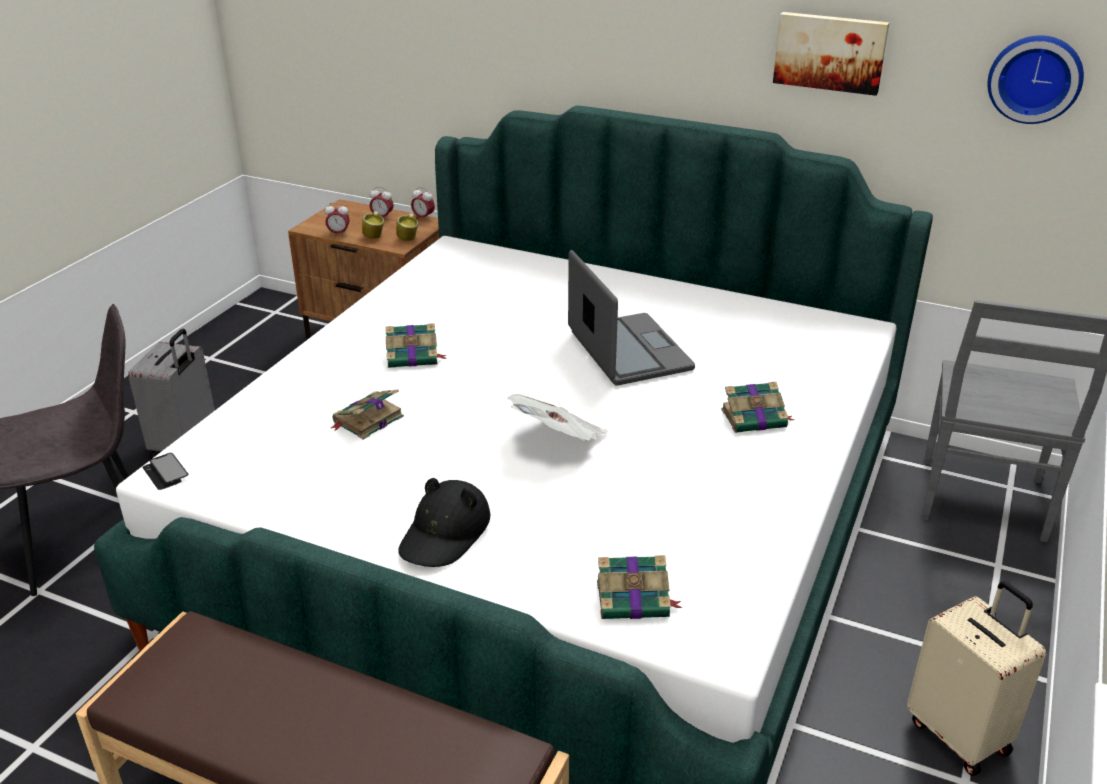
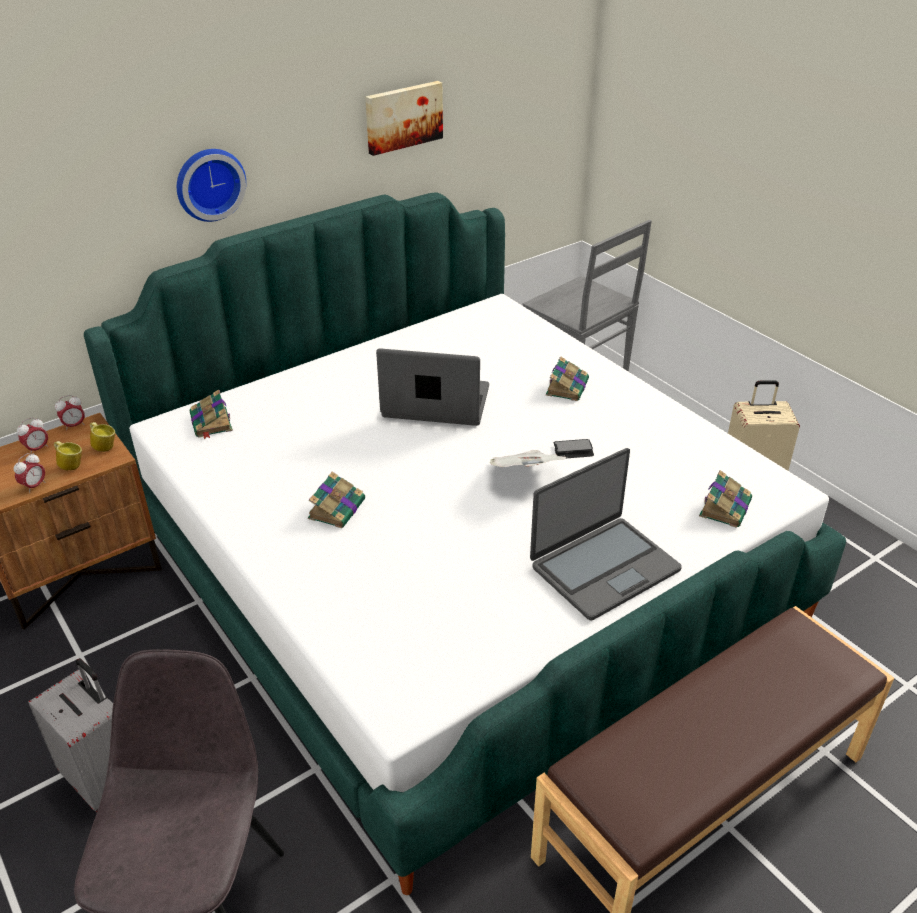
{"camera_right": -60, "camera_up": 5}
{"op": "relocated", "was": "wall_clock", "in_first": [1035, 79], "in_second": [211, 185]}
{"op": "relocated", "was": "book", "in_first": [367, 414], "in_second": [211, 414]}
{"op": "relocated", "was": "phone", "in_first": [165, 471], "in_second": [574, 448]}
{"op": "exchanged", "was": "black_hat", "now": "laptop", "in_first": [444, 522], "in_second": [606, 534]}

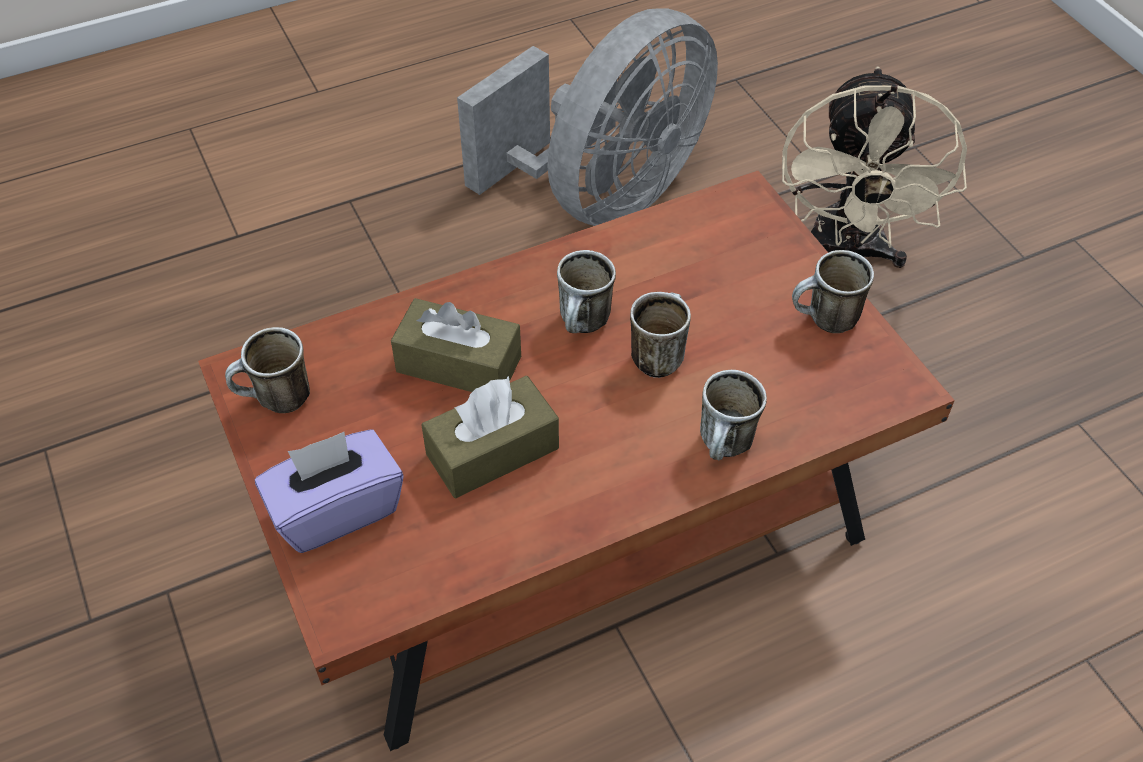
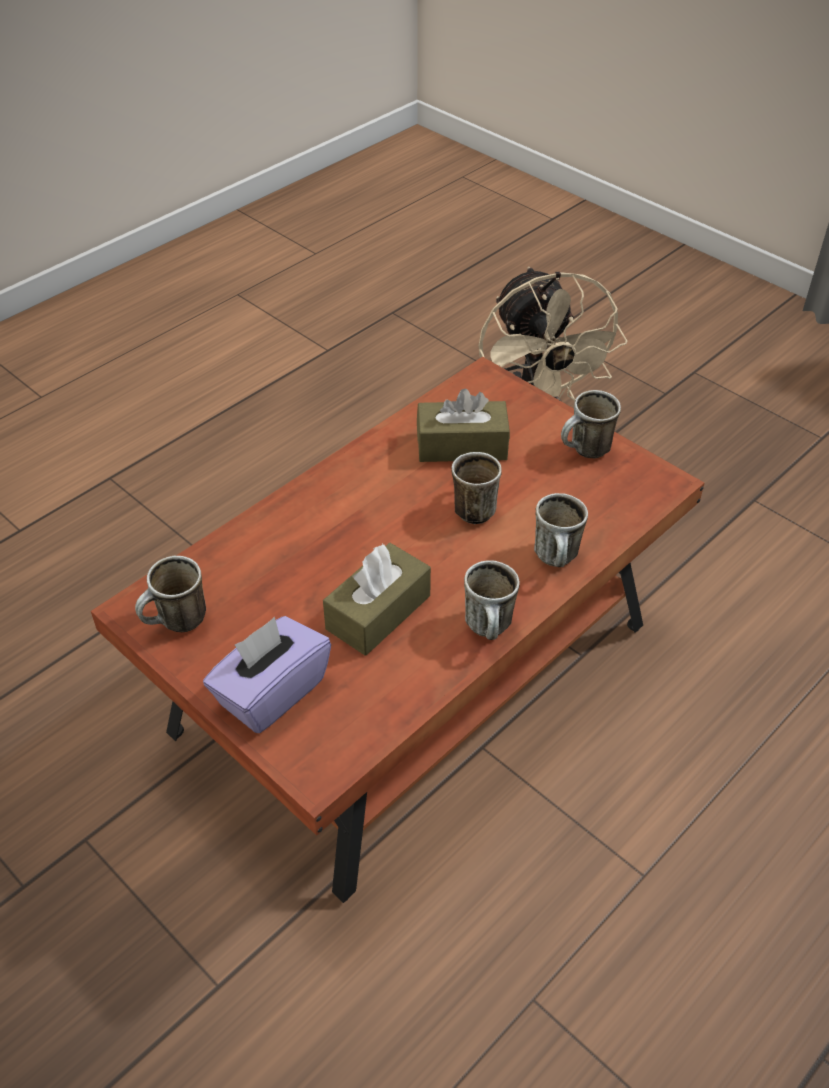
{"camera_right": -20, "camera_up": -5}
{"op": "missing", "was": "grey_fan", "in_first": [587, 117]}
{"op": "relocated", "was": "mug", "in_first": [586, 291], "in_second": [492, 600]}
{"op": "relocated", "was": "brown_tissue_box", "in_first": [456, 345], "in_second": [463, 425]}

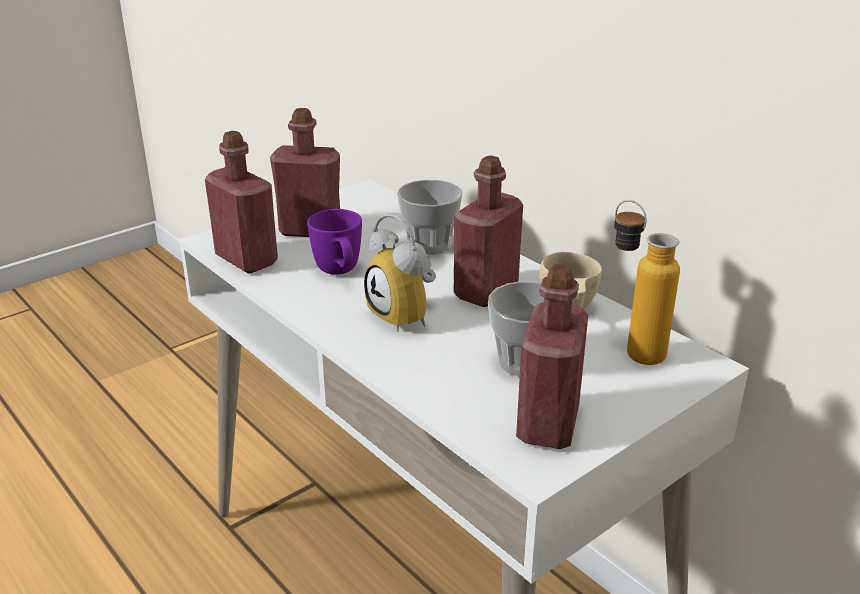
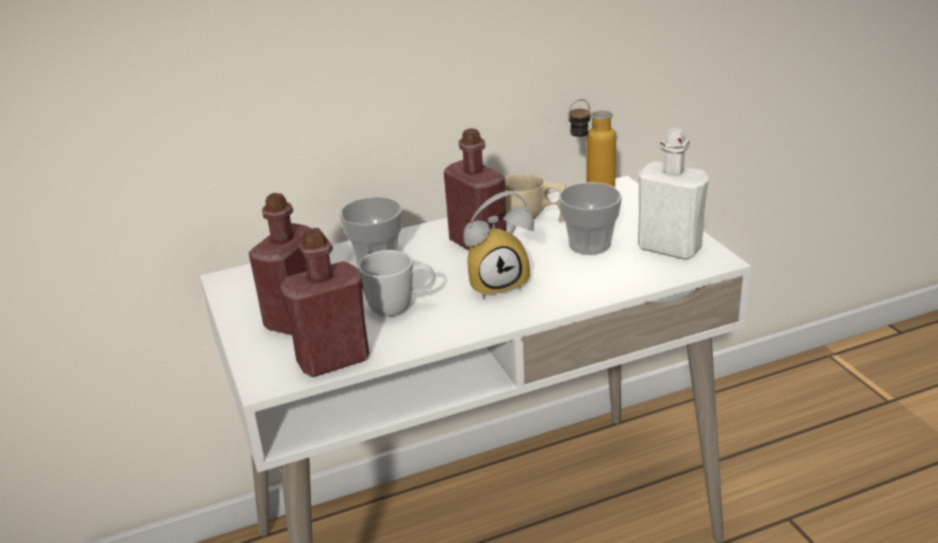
{"camera_right": -70, "camera_up": 0}
{"op": "colour", "was": "purple_mug", "now": "white_mug", "in_first": [334, 242], "in_second": [396, 283]}
{"op": "colour", "was": "red_bottle", "now": "white_bottle", "in_first": [552, 356], "in_second": [673, 194]}

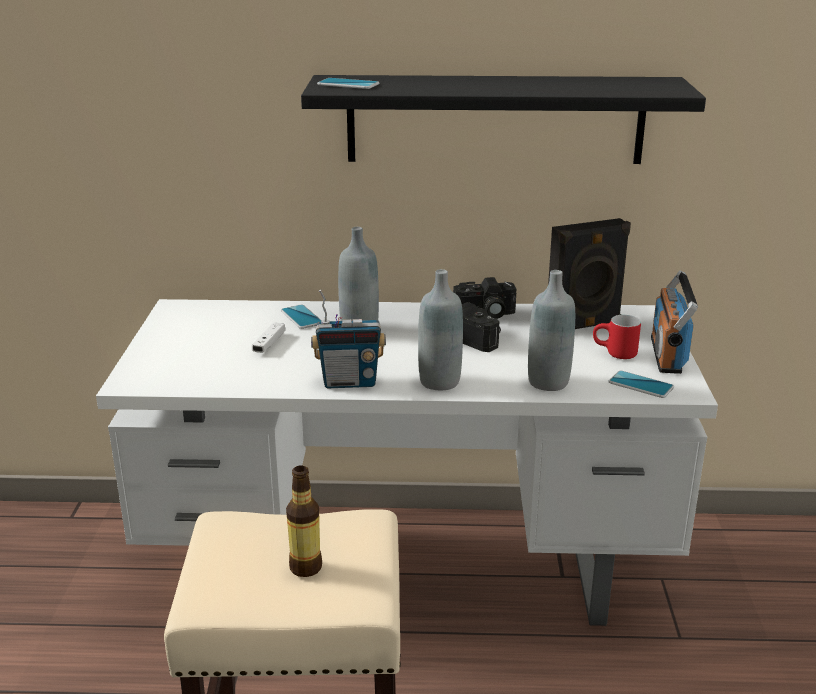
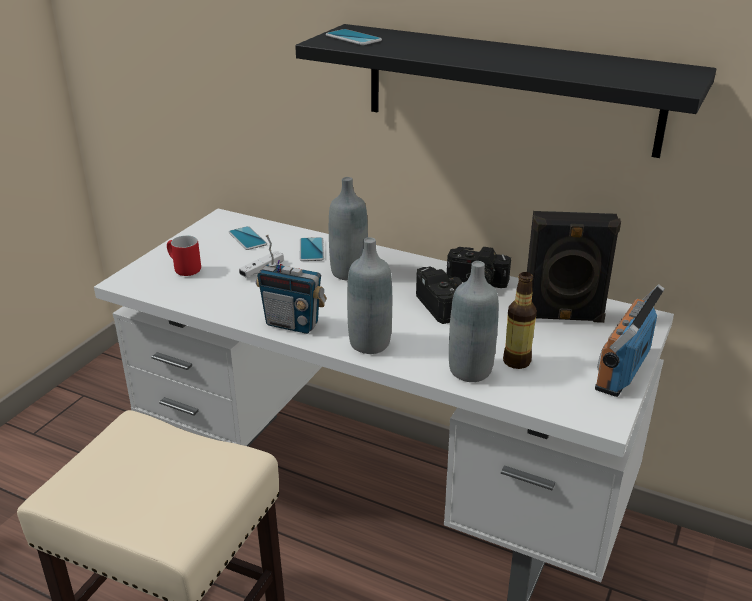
{"camera_right": 25, "camera_up": 5}
{"op": "relocated", "was": "red_mug", "in_first": [617, 337], "in_second": [184, 255]}
{"op": "relocated", "was": "phone", "in_first": [641, 384], "in_second": [248, 238]}
{"op": "relocated", "was": "bottle", "in_first": [304, 521], "in_second": [520, 320]}

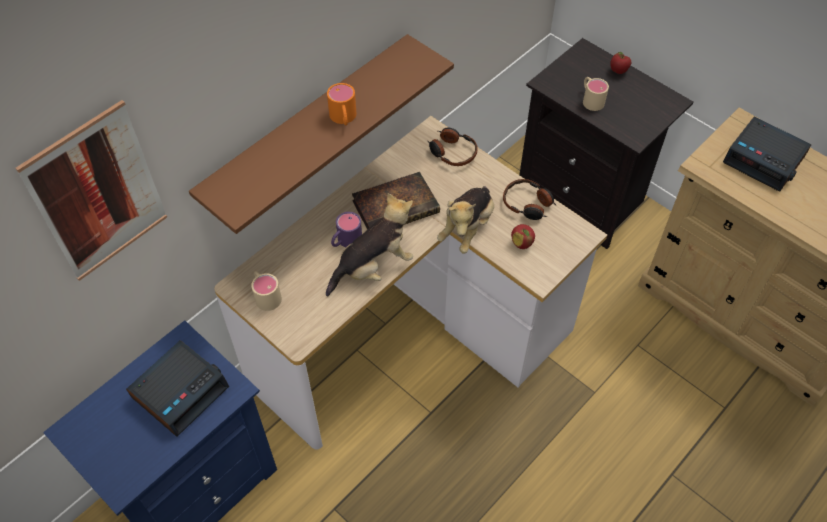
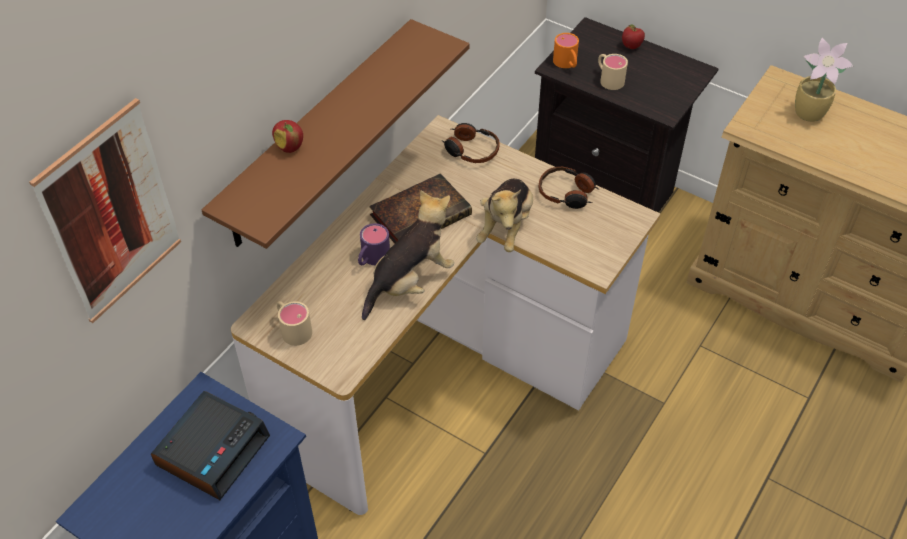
{"camera_right": -10, "camera_up": -5}
{"op": "relocated", "was": "orange_mug", "in_first": [342, 104], "in_second": [566, 50]}
{"op": "exchanged", "was": "alarm_clock", "now": "potted_plant", "in_first": [767, 154], "in_second": [824, 80]}
{"op": "relocated", "was": "apple", "in_first": [523, 236], "in_second": [287, 136]}

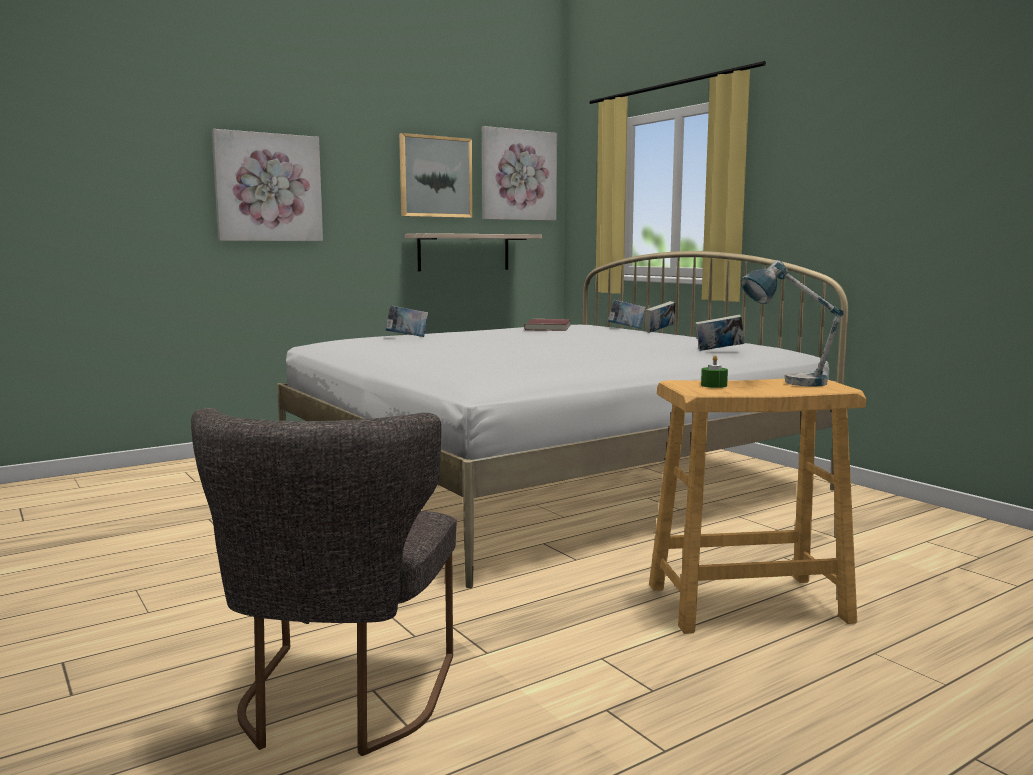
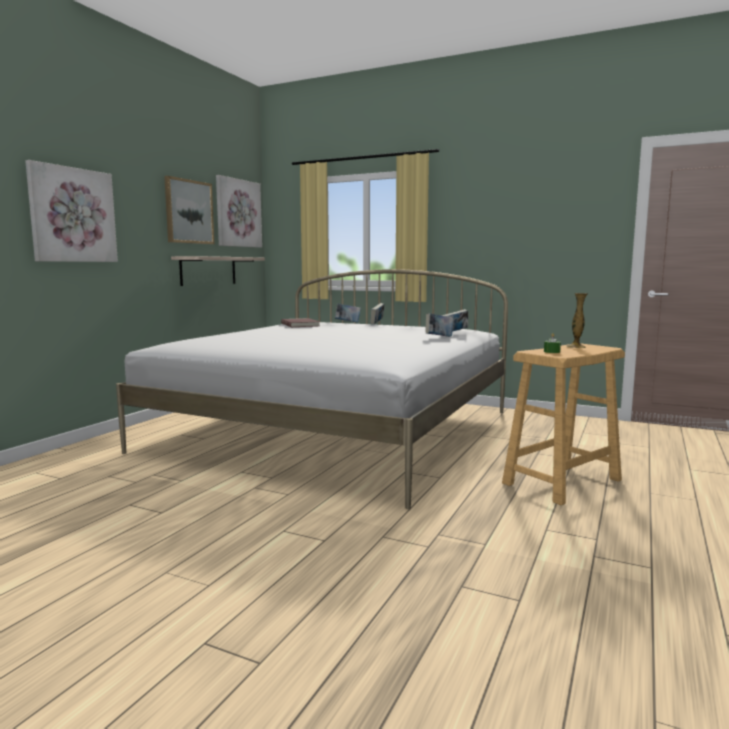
{"camera_right": -30, "camera_up": 0}
{"op": "exchanged", "was": "table_lamp", "now": "vase", "in_first": [792, 323], "in_second": [577, 320]}
{"op": "relocated", "was": "book", "in_first": [406, 321], "in_second": [439, 325]}
{"op": "missing", "was": "grey_chair", "in_first": [323, 582]}

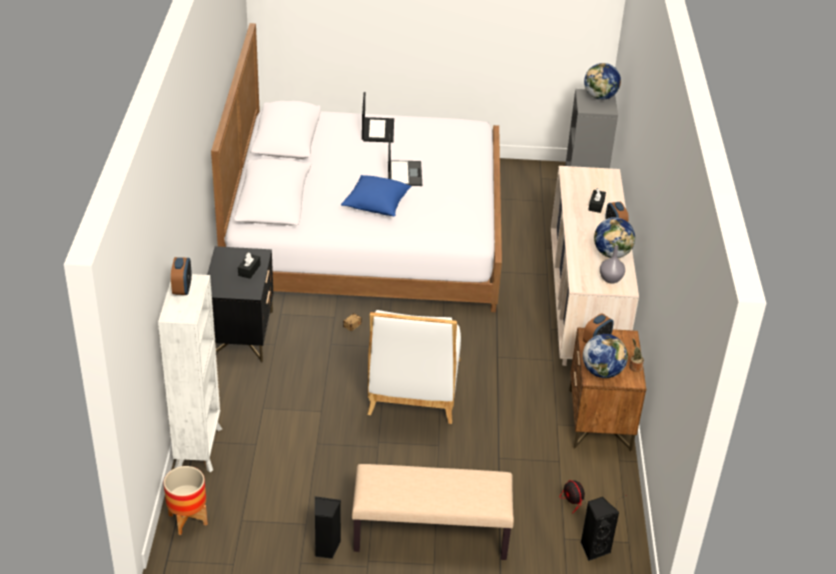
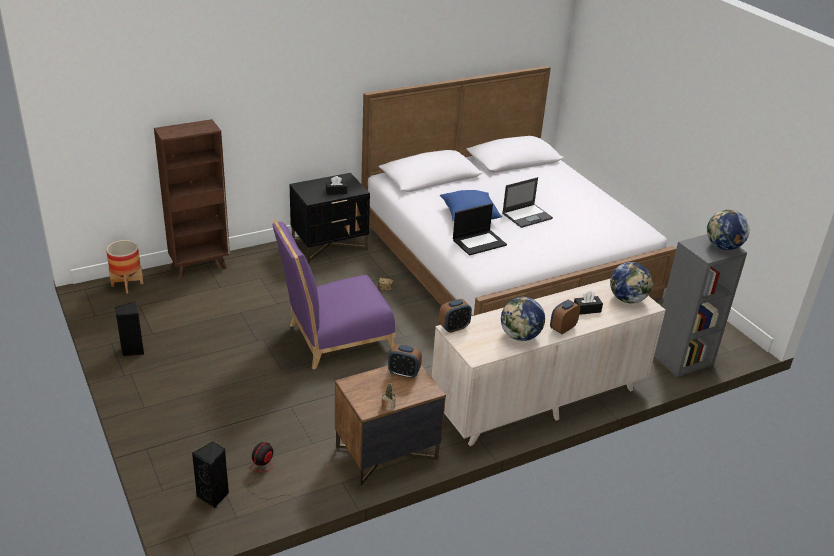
{"camera_right": 60, "camera_up": -5}
{"op": "relocated", "was": "laptop", "in_first": [378, 117], "in_second": [480, 229]}
{"op": "missing", "was": "grey_vase", "in_first": [612, 264]}
{"op": "relocated", "was": "alarm_clock", "in_first": [181, 276], "in_second": [455, 316]}
{"op": "colour", "was": "white_bookcase", "now": "brown_bookcase", "in_first": [190, 373], "in_second": [192, 199]}
{"op": "colour", "was": "white_chair", "now": "purple_chair", "in_first": [414, 367], "in_second": [334, 294]}
{"op": "relocated", "was": "globe", "in_first": [605, 356], "in_second": [631, 282]}
{"op": "missing", "was": "beige_bench", "in_first": [433, 512]}

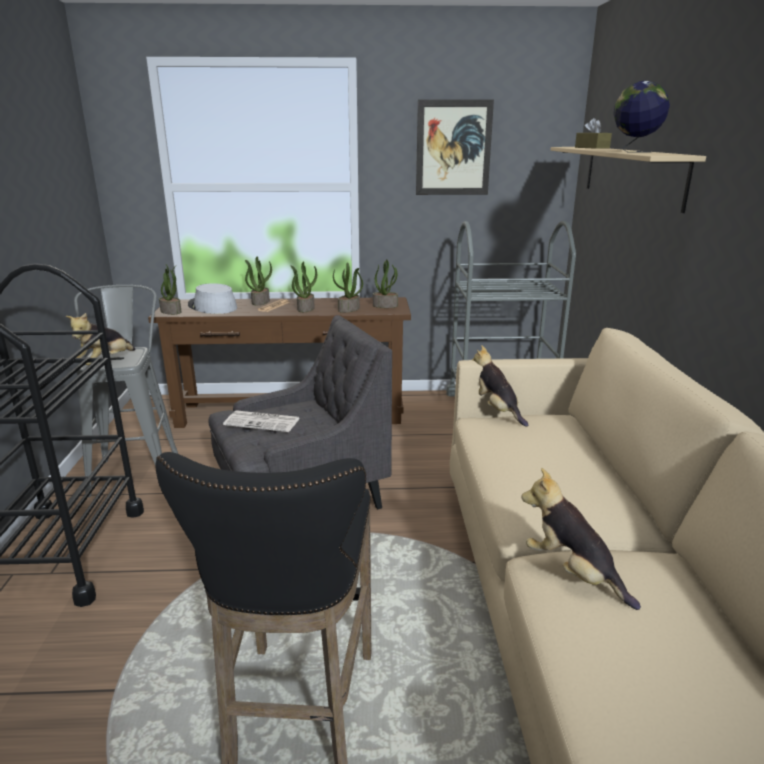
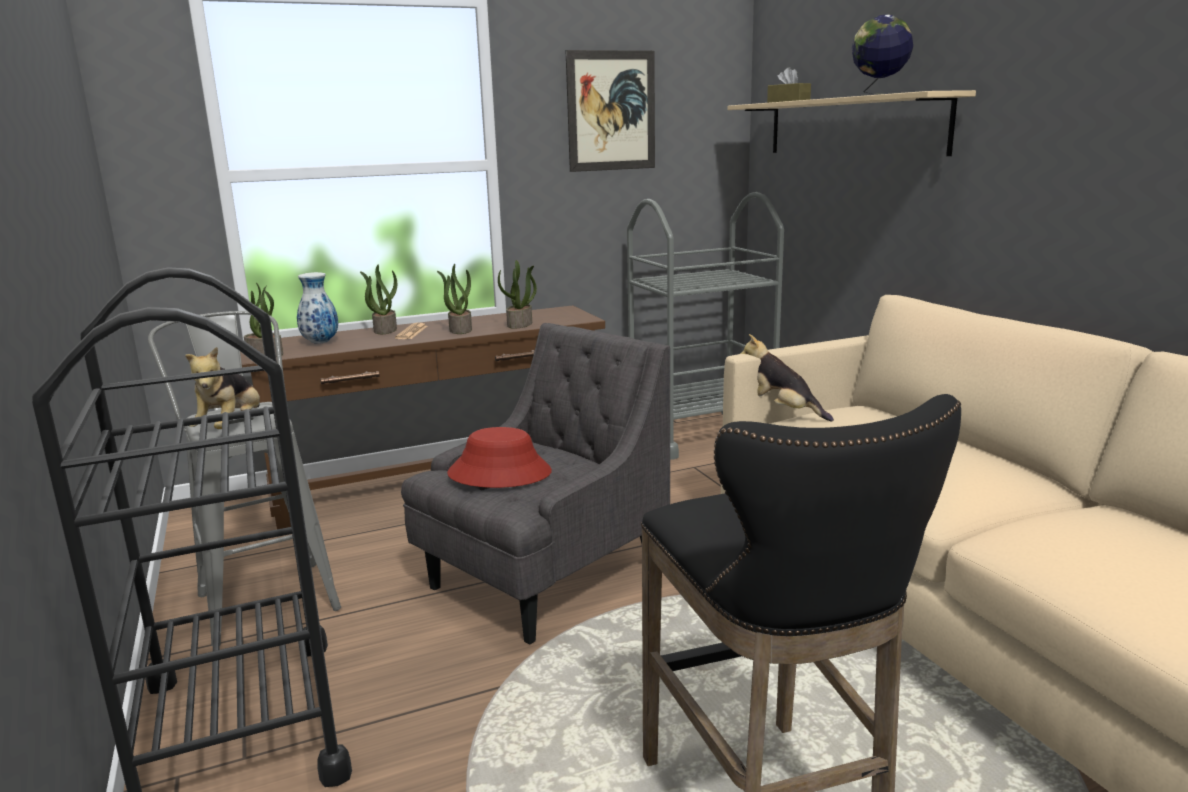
{"camera_right": -20, "camera_up": -5}
{"op": "missing", "was": "potted_plant", "in_first": [385, 283]}
{"op": "exchanged", "was": "grey_hat", "now": "vase", "in_first": [212, 298], "in_second": [317, 308]}
{"op": "exchanged", "was": "newspaper", "now": "red_hat", "in_first": [261, 421], "in_second": [499, 457]}
{"op": "missing", "was": "plush_toy", "in_first": [581, 539]}

